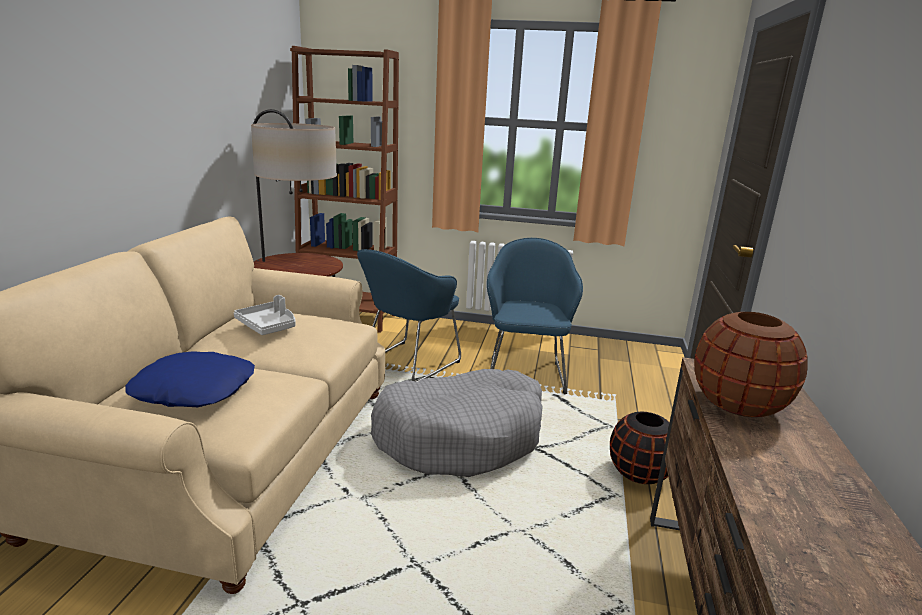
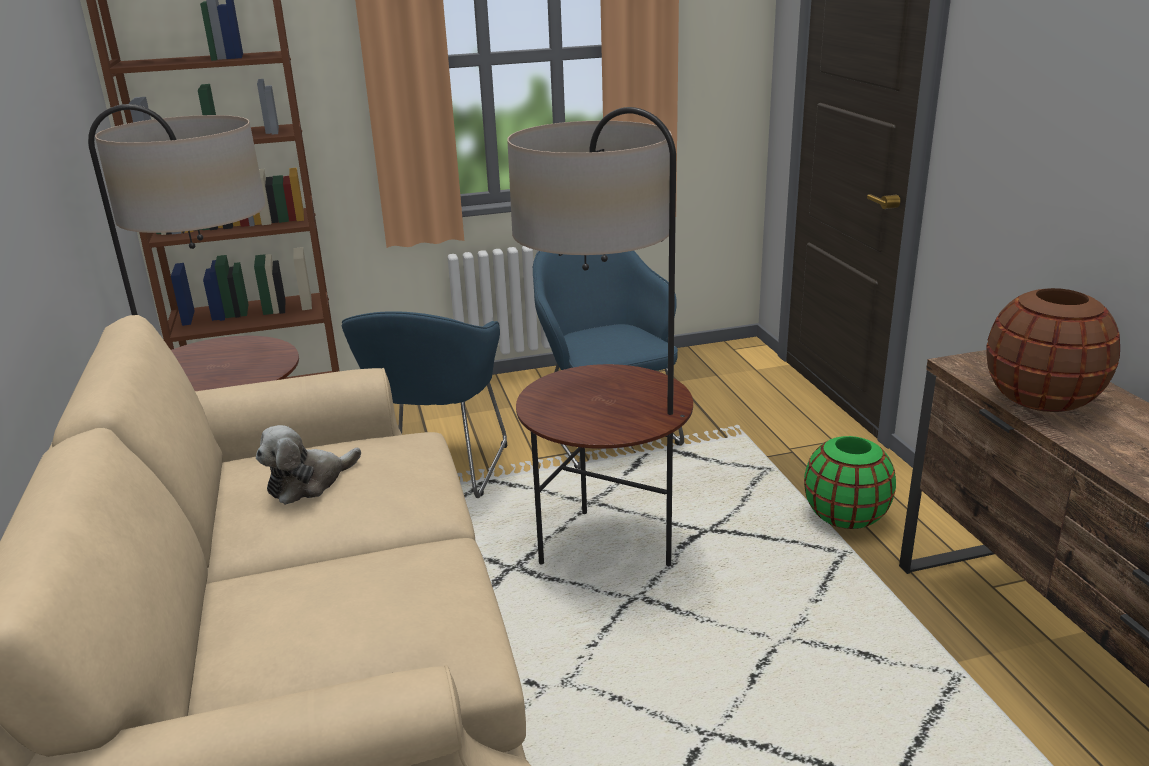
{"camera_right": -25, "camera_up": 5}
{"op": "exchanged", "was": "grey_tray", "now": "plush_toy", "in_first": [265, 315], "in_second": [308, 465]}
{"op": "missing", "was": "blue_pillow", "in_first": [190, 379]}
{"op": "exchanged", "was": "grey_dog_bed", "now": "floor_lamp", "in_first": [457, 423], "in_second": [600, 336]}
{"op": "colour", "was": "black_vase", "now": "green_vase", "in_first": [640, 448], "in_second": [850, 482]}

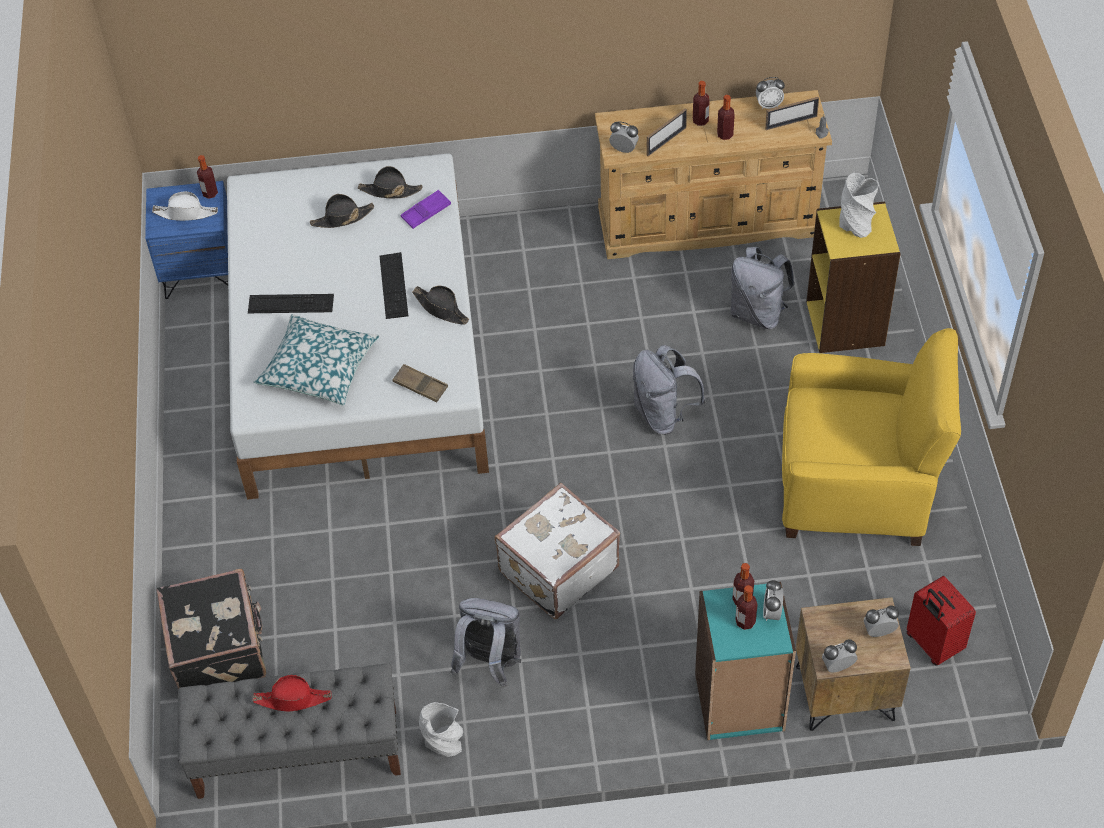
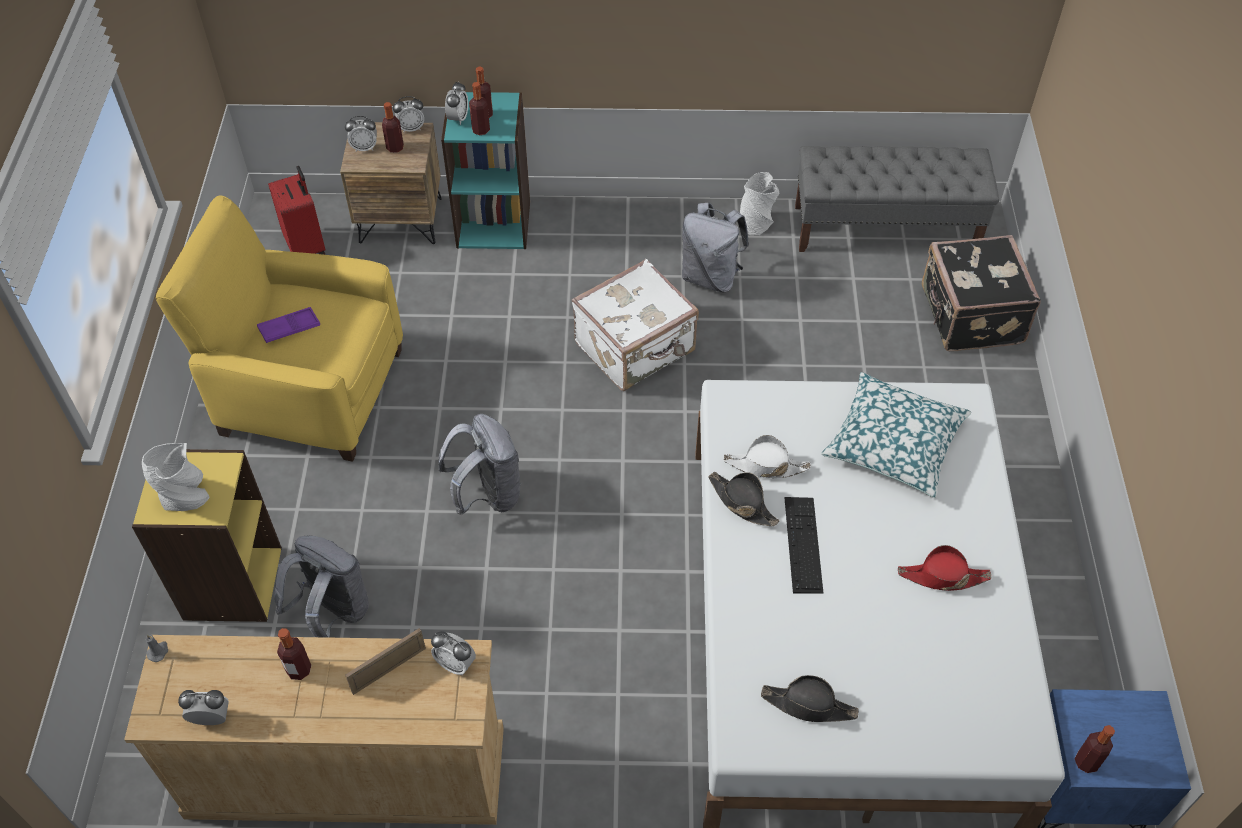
{"camera_right": -175, "camera_up": 0}
{"op": "relocated", "was": "bottle", "in_first": [701, 103], "in_second": [393, 127]}
{"op": "missing", "was": "picture_frame", "in_first": [792, 113]}
{"op": "relocated", "was": "purple_tray", "in_first": [426, 209], "in_second": [288, 325]}
{"op": "relocated", "was": "white_hat", "in_first": [185, 206], "in_second": [767, 456]}
{"op": "missing", "was": "black_hat", "in_first": [342, 211]}
{"op": "missing", "was": "keyboard", "in_first": [291, 303]}
{"op": "missing", "was": "brown_tray", "in_first": [420, 383]}
{"op": "relocated", "was": "red_hat", "in_first": [292, 693], "in_second": [945, 568]}

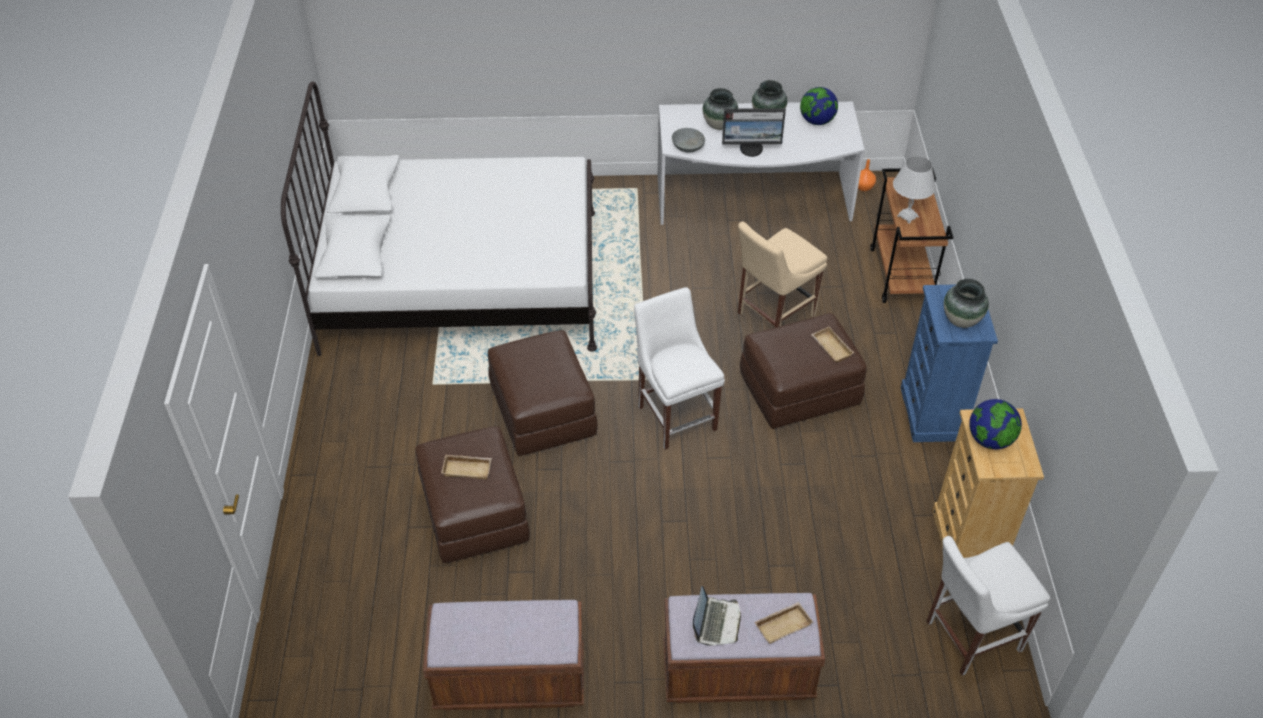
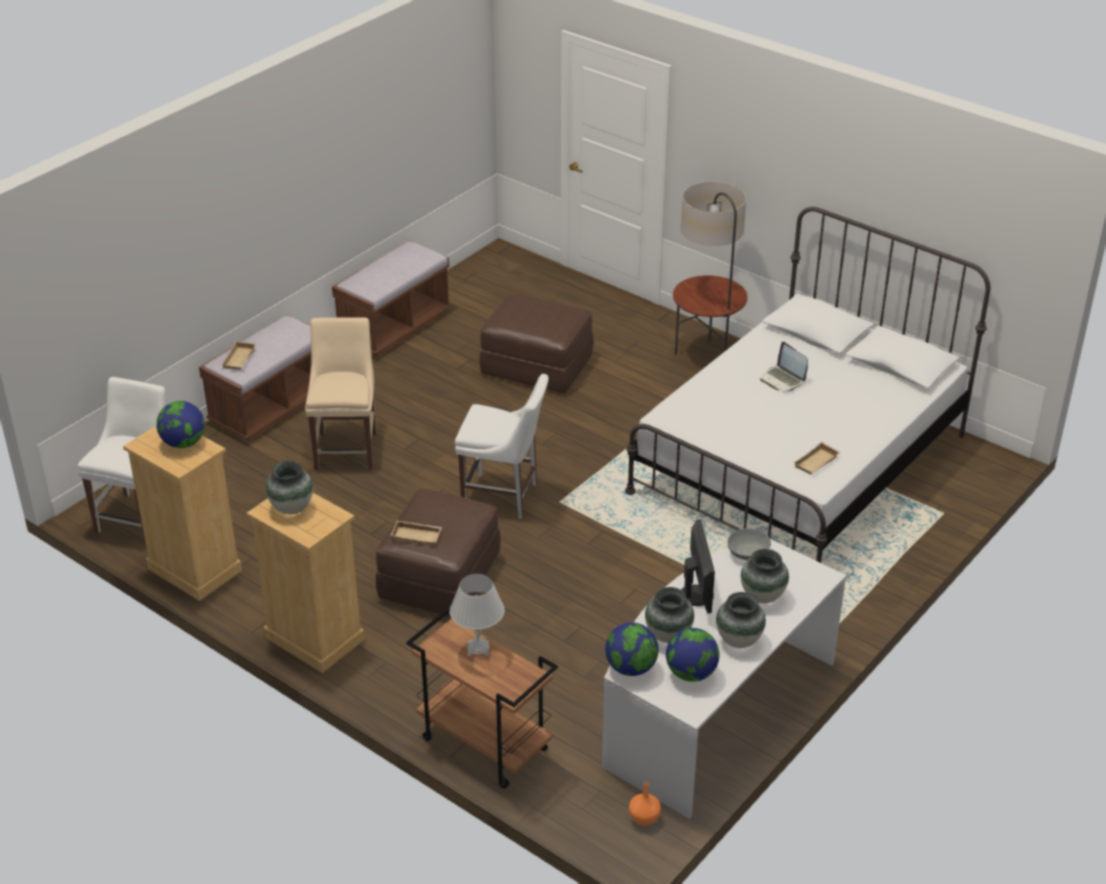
{"camera_right": 130, "camera_up": -10}
{"op": "spun", "was": "monitor", "in_first": [754, 132], "in_second": [698, 566], "clockwise": 135}
{"op": "relocated", "was": "beige_chair", "in_first": [782, 274], "in_second": [341, 394]}
{"op": "colour", "was": "blue_dresser", "now": "beige_dresser", "in_first": [949, 363], "in_second": [306, 583]}
{"op": "missing", "was": "brown_ottoman", "in_first": [543, 393]}
{"op": "relocated", "was": "beige_tray", "in_first": [466, 466], "in_second": [817, 458]}
{"op": "relocated", "was": "laptop", "in_first": [717, 615], "in_second": [784, 366]}
{"op": "appeared", "now": "floor_lamp", "in_second": [710, 268]}
{"op": "appeared", "now": "vase", "in_second": [669, 615]}
{"op": "appeared", "now": "globe", "in_second": [632, 649]}

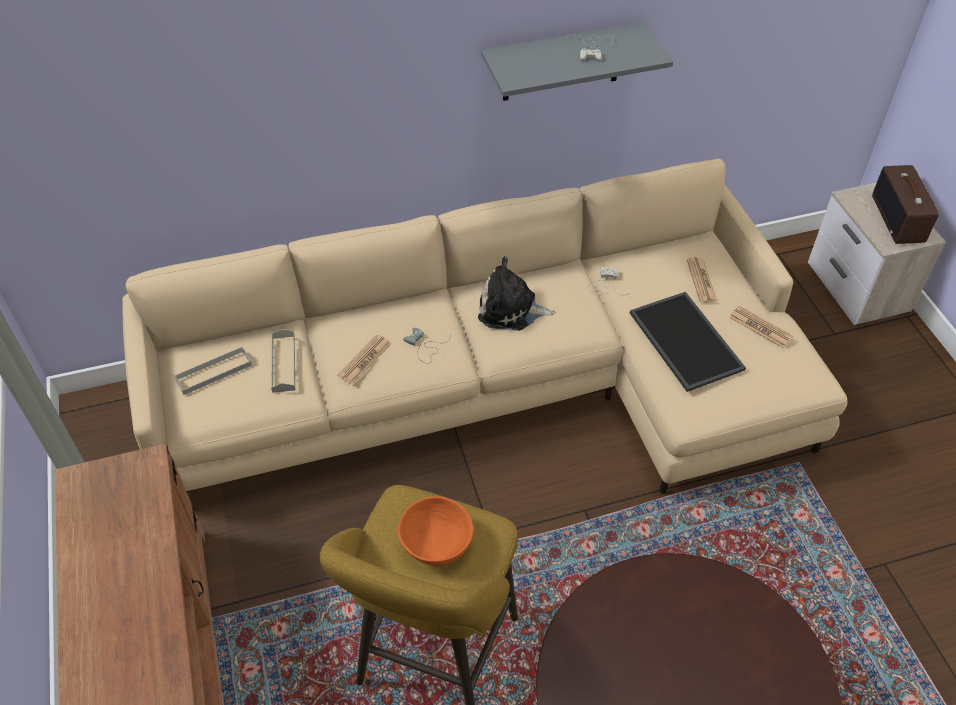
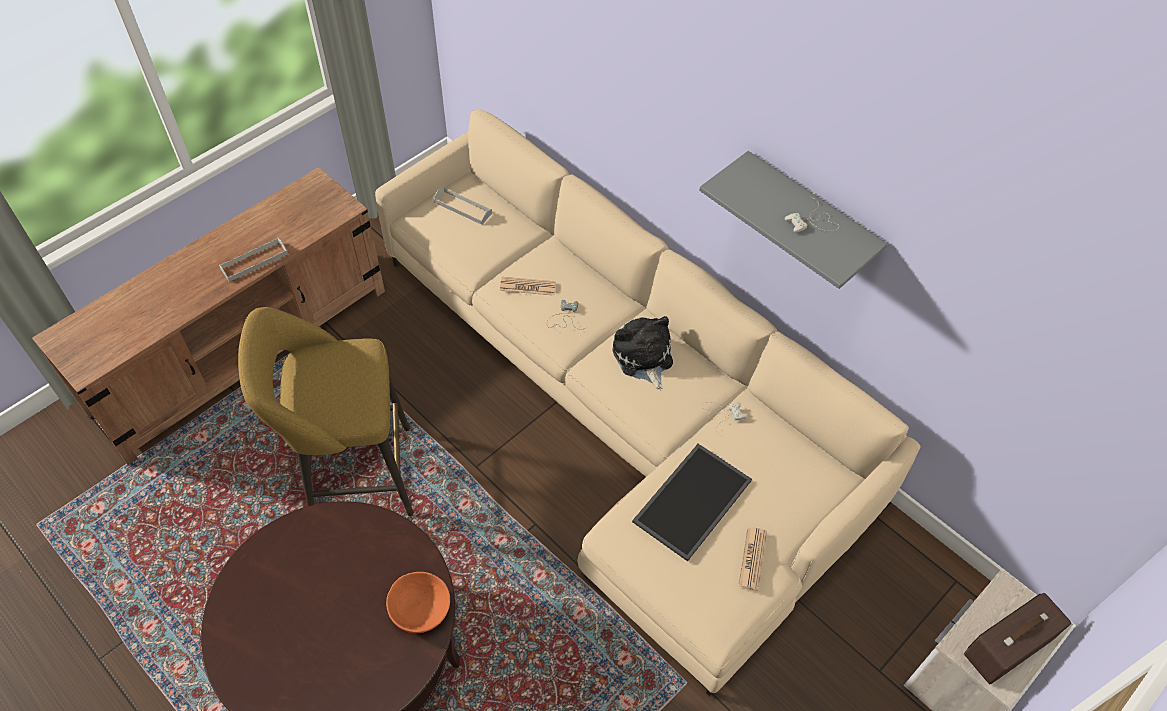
{"camera_right": 60, "camera_up": 5}
{"op": "missing", "was": "newspaper", "in_first": [702, 280]}
{"op": "relocated", "was": "grey_tray", "in_first": [283, 361], "in_second": [253, 260]}
{"op": "relocated", "was": "orange_bowl", "in_first": [435, 531], "in_second": [418, 602]}

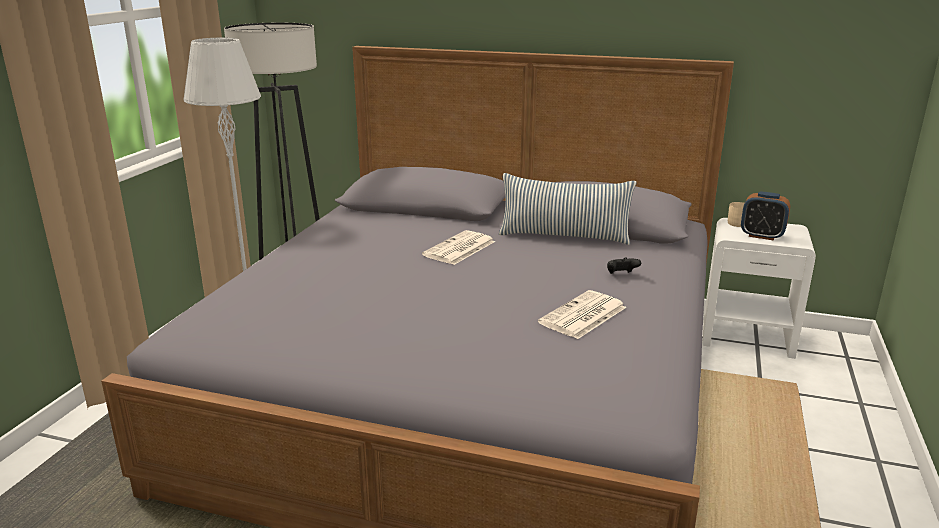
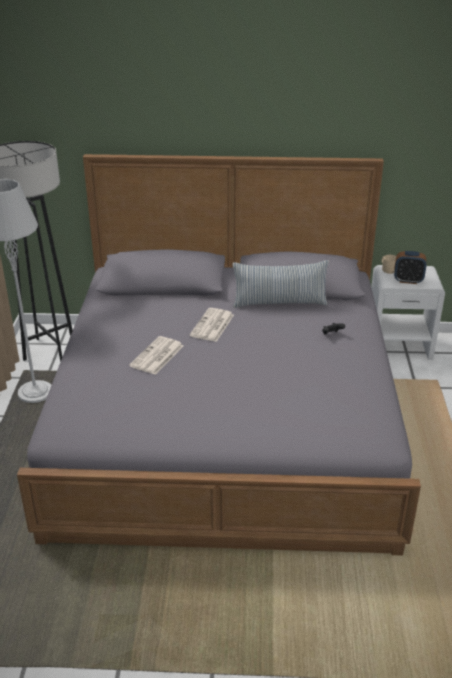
{"camera_right": -15, "camera_up": 10}
{"op": "relocated", "was": "newspaper", "in_first": [582, 314], "in_second": [156, 355]}

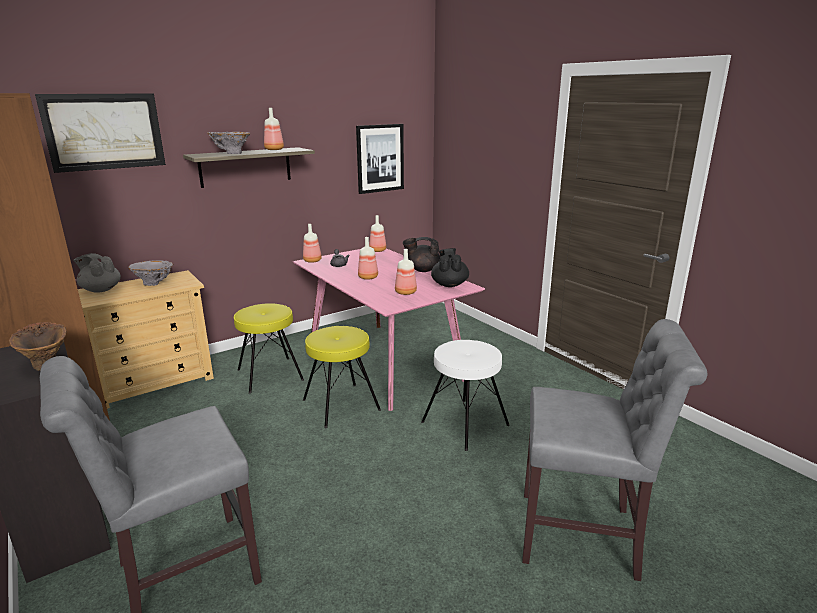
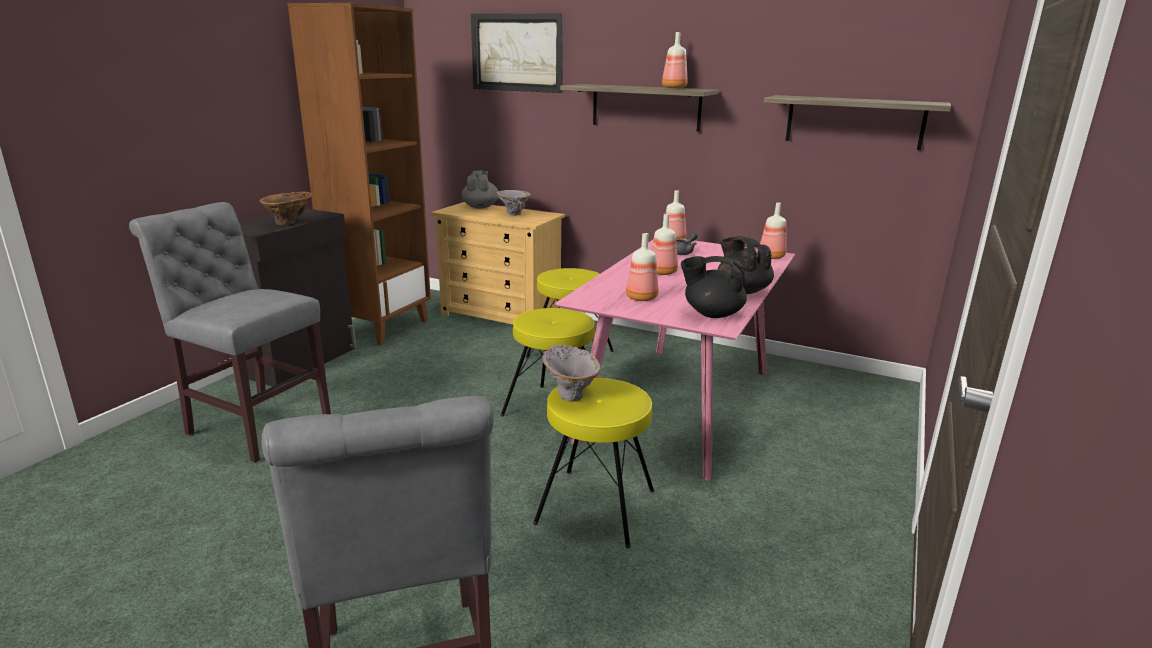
{"camera_right": 60, "camera_up": 0}
{"op": "exchanged", "was": "picture", "now": "shelf", "in_first": [380, 159], "in_second": [857, 122]}
{"op": "relocated", "was": "grey_vase", "in_first": [228, 143], "in_second": [571, 373]}
{"op": "spun", "was": "black_teapot", "in_first": [450, 267], "in_second": [714, 287], "clockwise": -135}
{"op": "colour", "was": "white_stool", "now": "yellow_stool", "in_first": [465, 395], "in_second": [593, 463]}

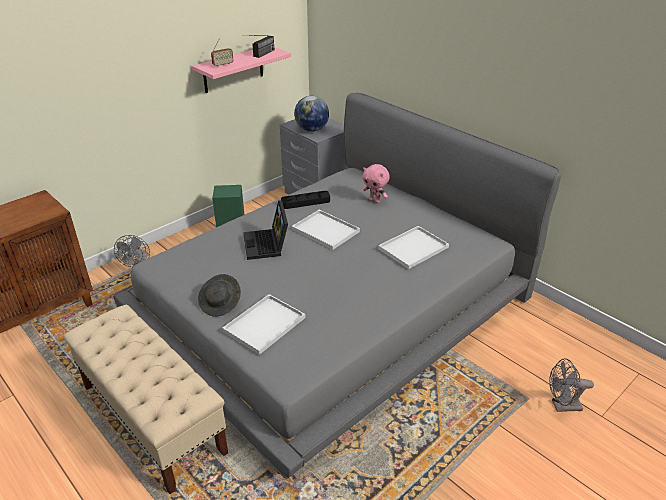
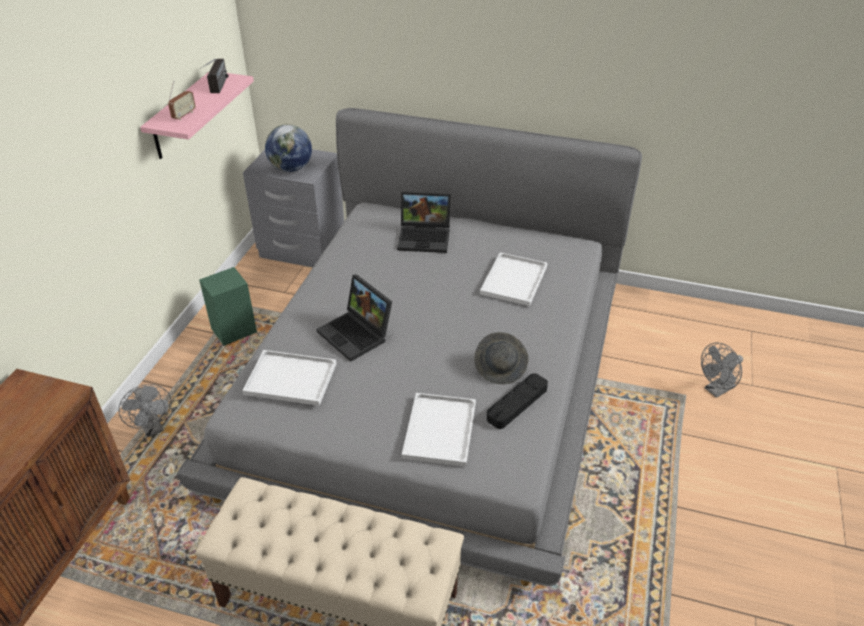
{"camera_right": -30, "camera_up": 5}
{"op": "exchanged", "was": "pink_plush_toy", "now": "laptop", "in_first": [376, 183], "in_second": [424, 222]}
{"op": "relocated", "was": "black_tray", "in_first": [305, 200], "in_second": [517, 401]}
{"op": "relocated", "was": "white_tray", "in_first": [326, 230], "in_second": [289, 378]}
{"op": "relocated", "was": "grey_hat", "in_first": [219, 295], "in_second": [501, 358]}

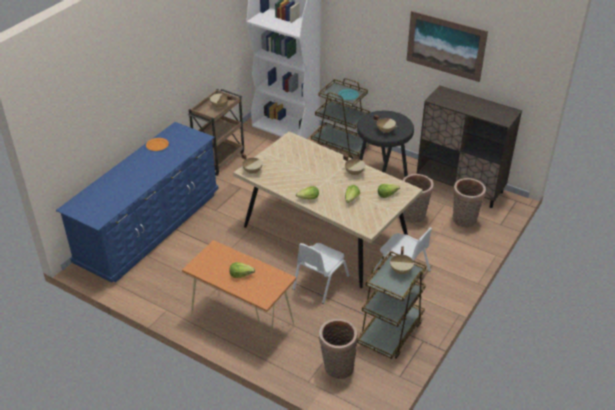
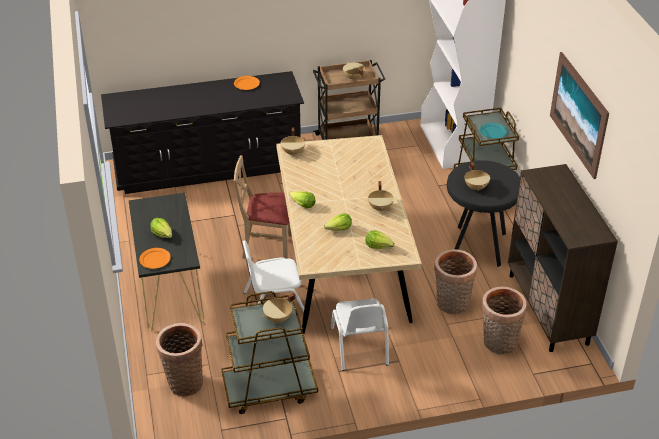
{"camera_right": 45, "camera_up": 0}
{"op": "colour", "was": "blue_dresser", "now": "black_dresser", "in_first": [137, 202], "in_second": [202, 132]}
{"op": "colour", "was": "orange_console_table", "now": "black_console_table", "in_first": [239, 297], "in_second": [166, 262]}
{"op": "appeared", "now": "beige_chair", "in_second": [263, 207]}
{"op": "appeared", "now": "orange_plate", "in_second": [155, 258]}

